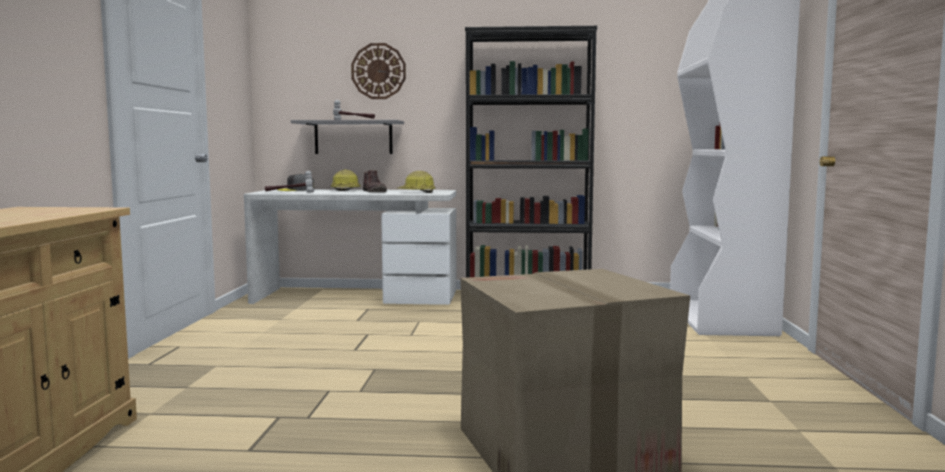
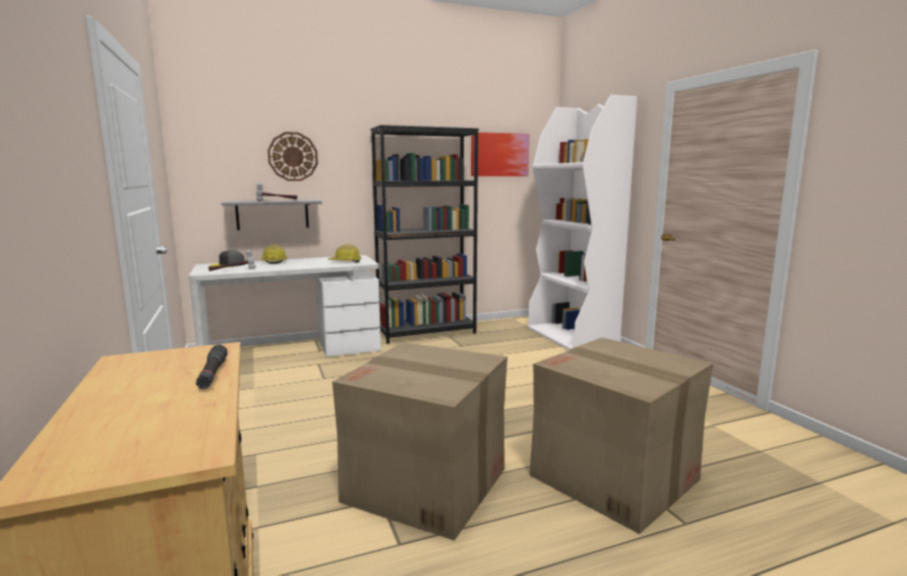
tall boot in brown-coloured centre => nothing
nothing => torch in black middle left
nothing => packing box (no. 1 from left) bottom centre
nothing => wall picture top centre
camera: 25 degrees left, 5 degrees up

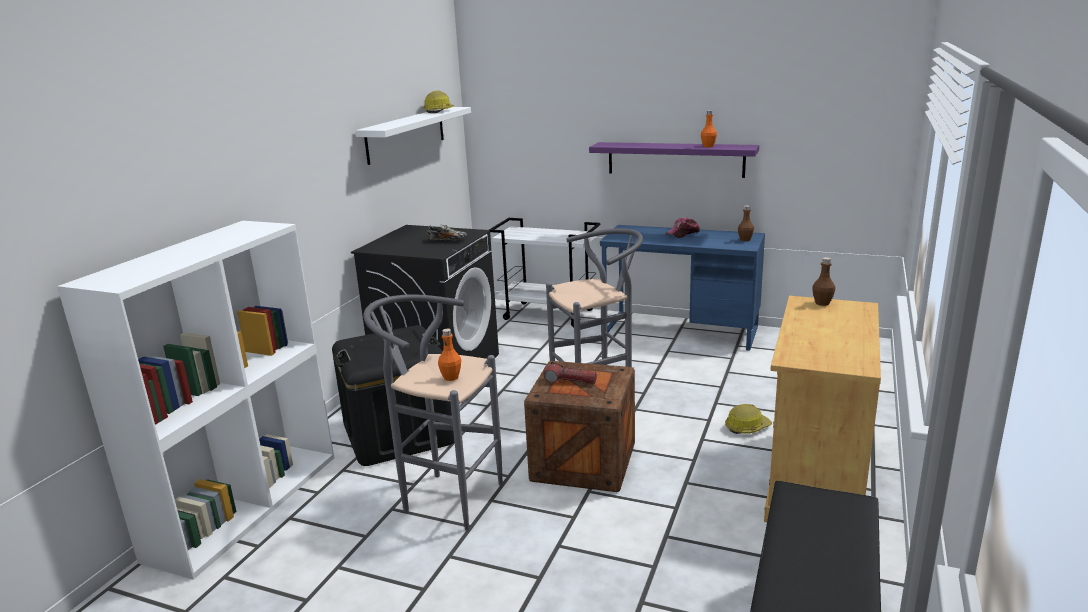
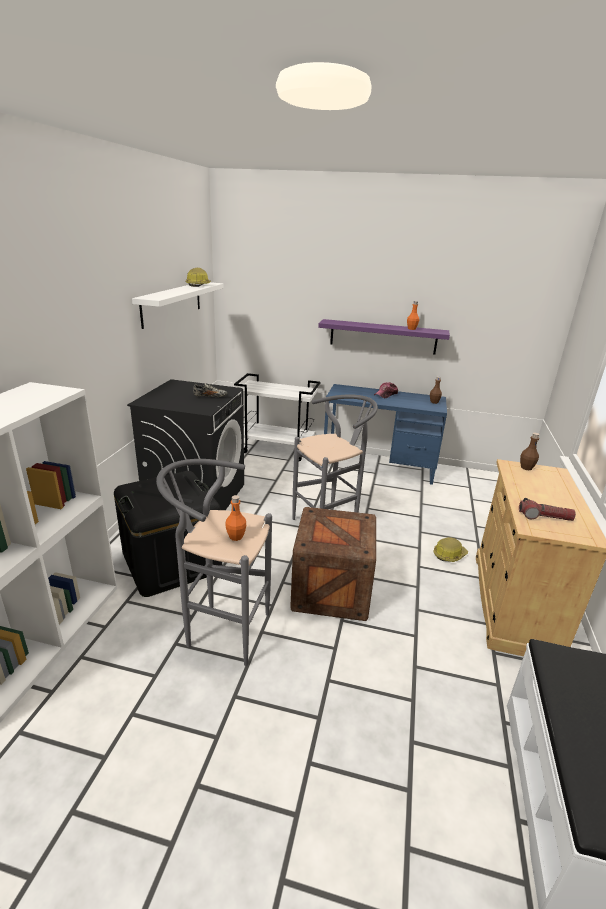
torch centre => torch middle right, relocated
camera: 10 degrees left, 5 degrees up

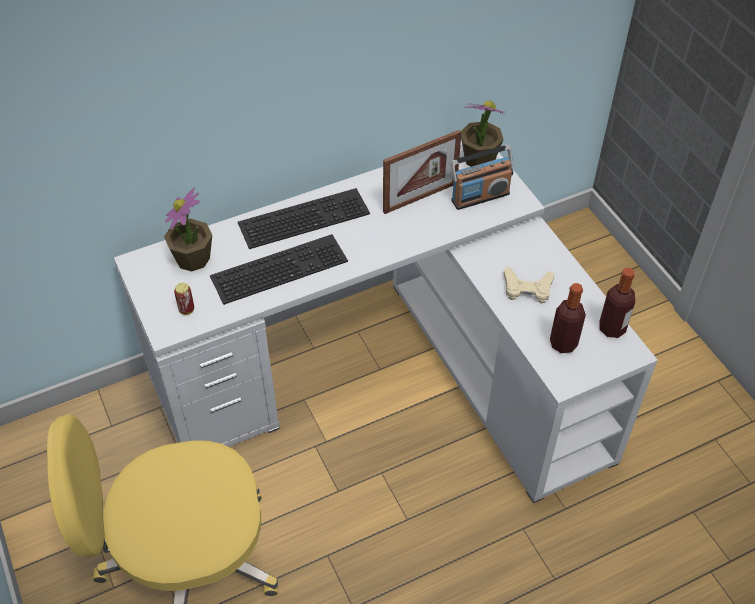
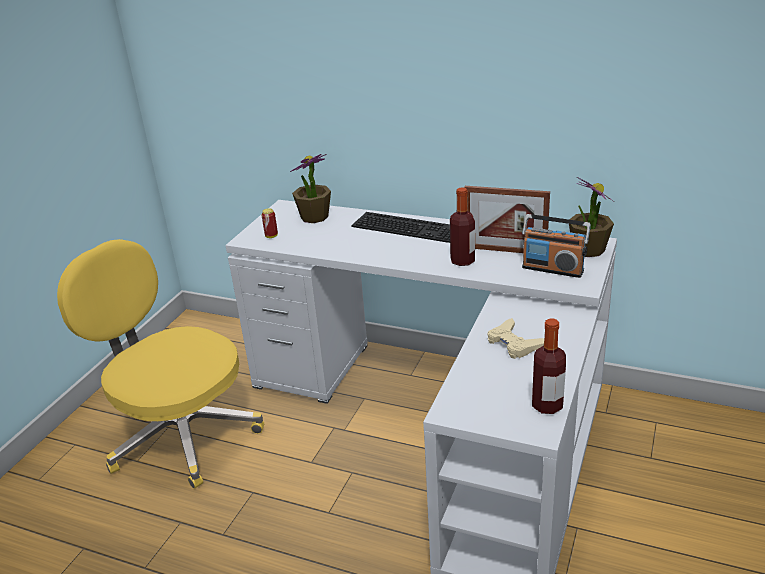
computer keyboard (no. 1 from left) centre => nothing
bottle (no. 1 from left) middle right => bottle (no. 1 from left) centre, relocated
camera: 50 degrees right, 20 degrees down

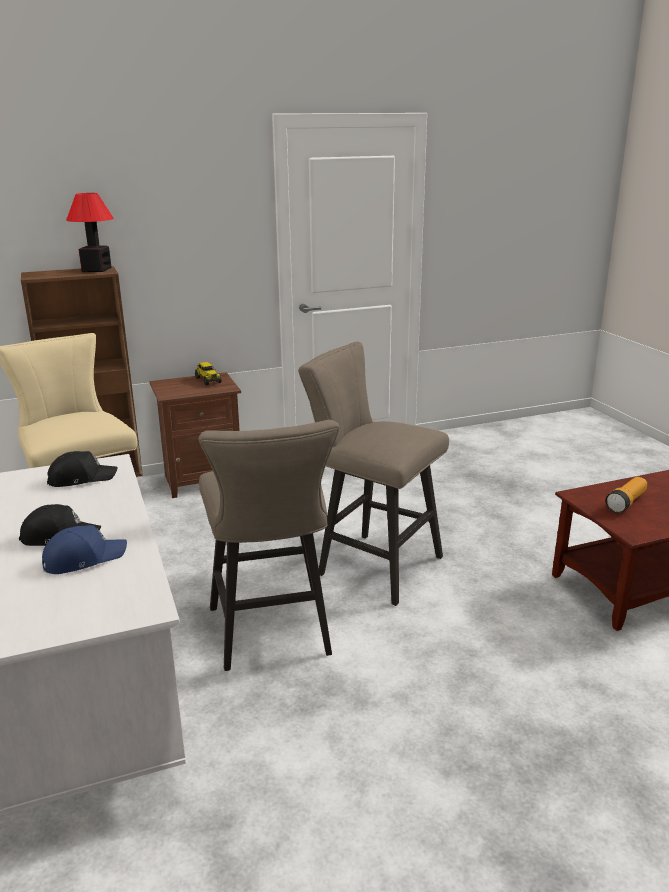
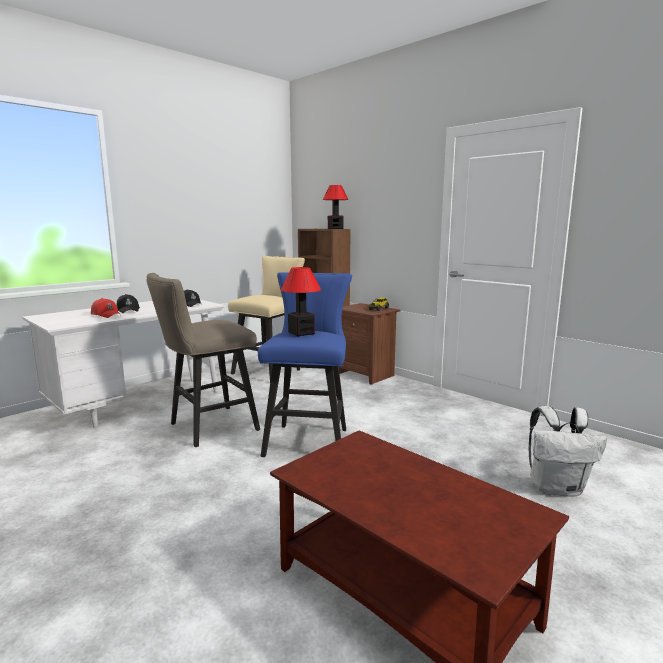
cap in blue-coloured middle left => cap in red middle left
sitting stool in beige (no. 3 from left) centre => sitting stool in blue-coloured centre
torch middle right => nothing
nothing => table lamp (no. 1 from left) centre
nothing => rucksack in white bottom right
camera: 65 degrees right, 10 degrees down

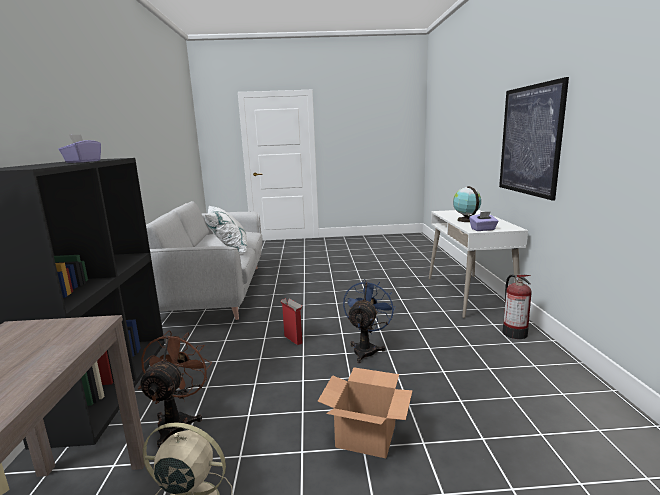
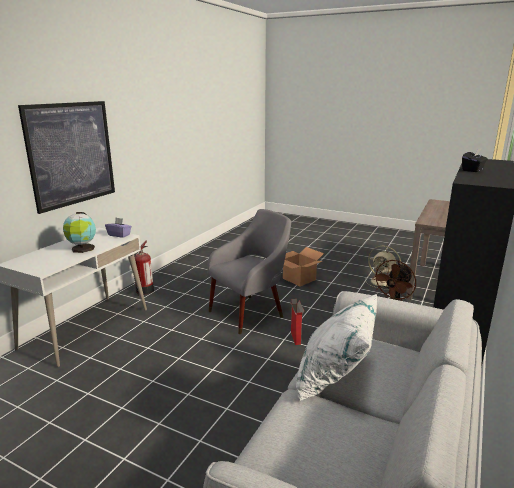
tissue box in purplish (no. 1 from left) top left => tissue box in black top right
cooling fan in blue-coloured centre => armchair in greyish centre
camera: 150 degrees left, 5 degrees up

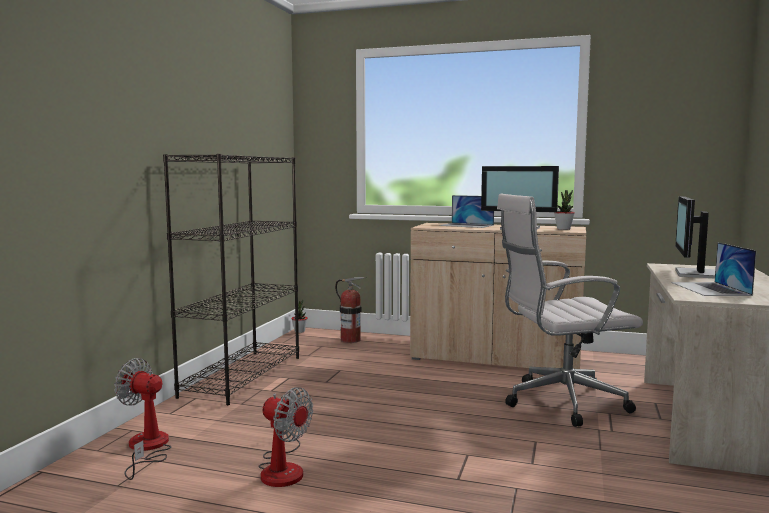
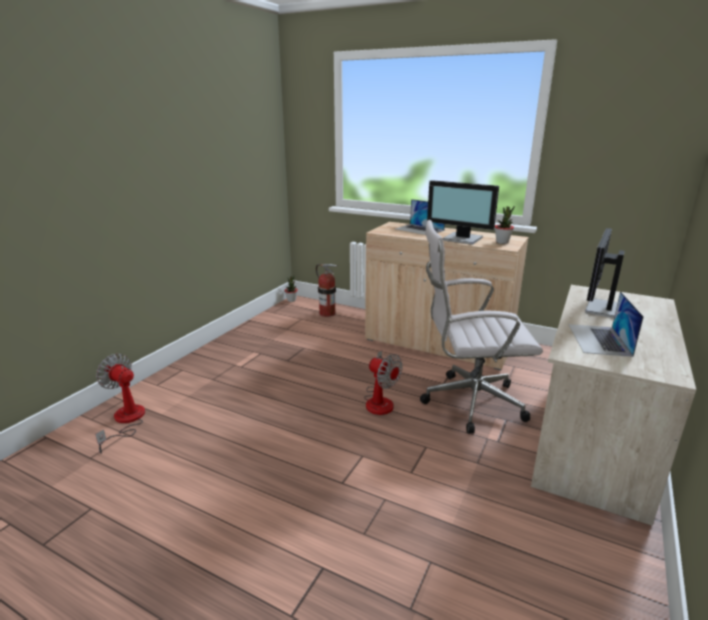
bookcase in black middle left => nothing
cooling fan (no. 2 from left) bottom centre => cooling fan (no. 2 from left) centre, relocated
camera: 10 degrees right, 15 degrees up

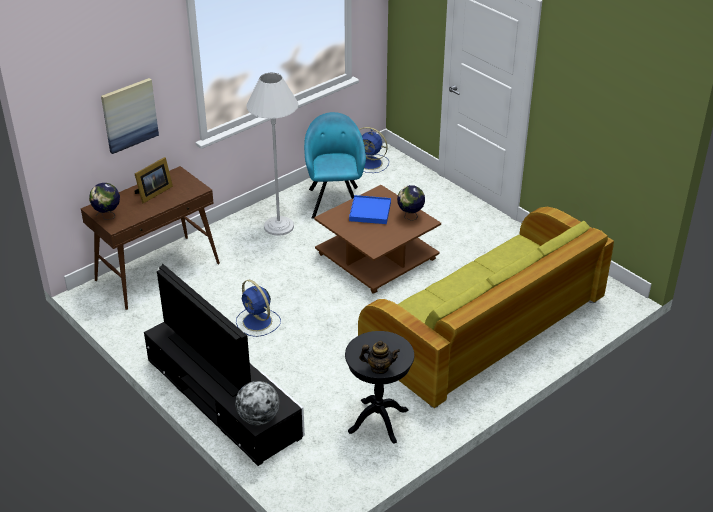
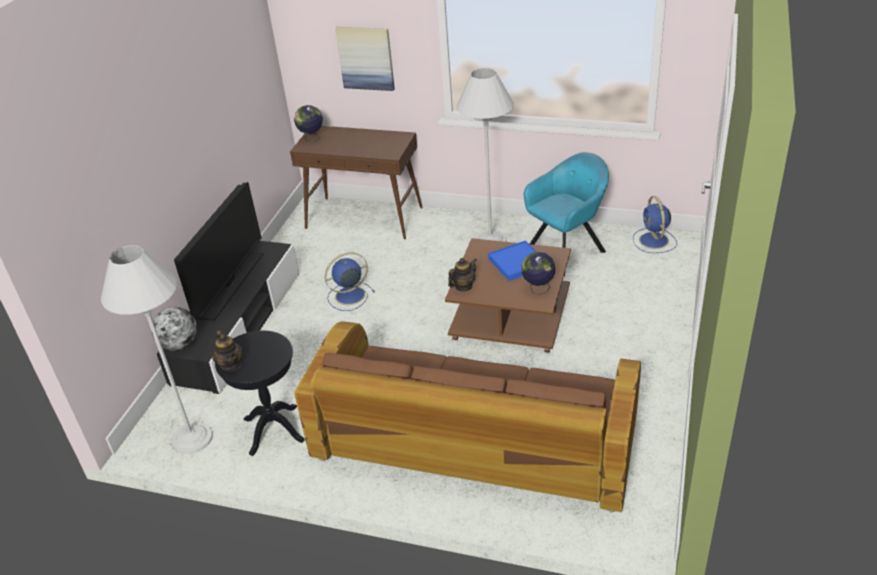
picture frame middle left => nothing
cooling fan in blue-coloured (no. 1 from left) centre, 45 degrees clockwise
settee in greenish middle right => settee in brown-coloured bottom centre
nothing => standing lamp in white (no. 1 from left) middle left
nothing => tea pot (no. 2 from left) centre
camera: 60 degrees right, 0 degrees up

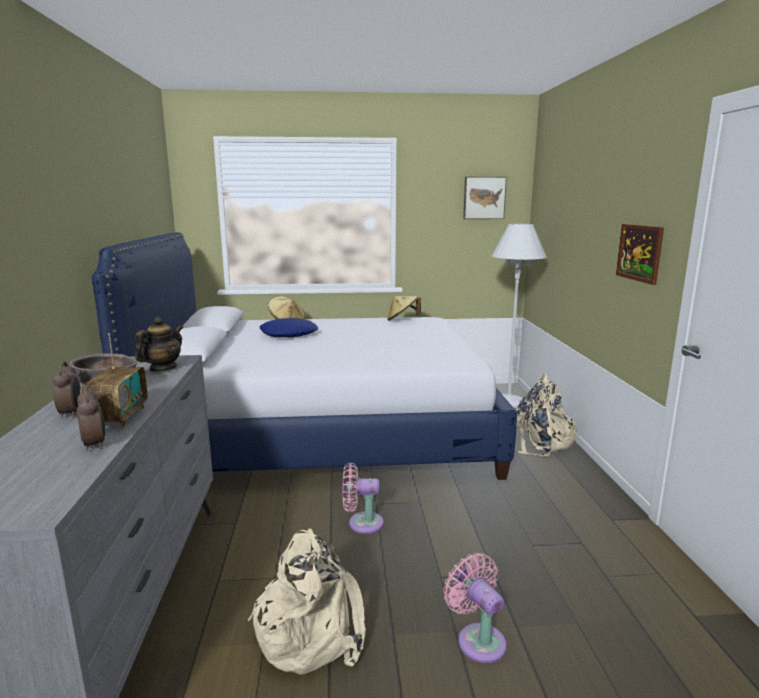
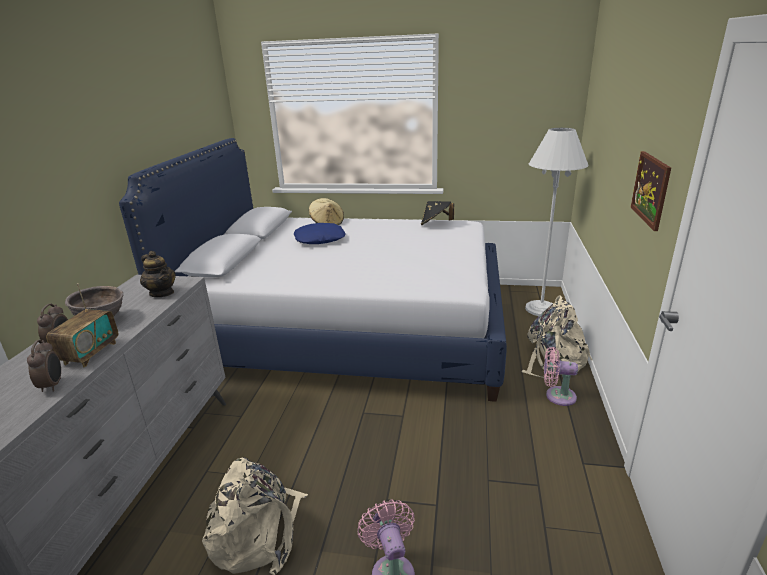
tea pot middle left, 90 degrees clockwise
cooling fan in pink-coloured (no. 1 from left in the first image) bottom centre => cooling fan in pink-coloured (no. 2 from left) middle right, relocated
hat in beige (no. 2 from left) centre => hat in black centre
wall picture (no. 1 from left) top centre => nothing
camera: 15 degrees right, 10 degrees up

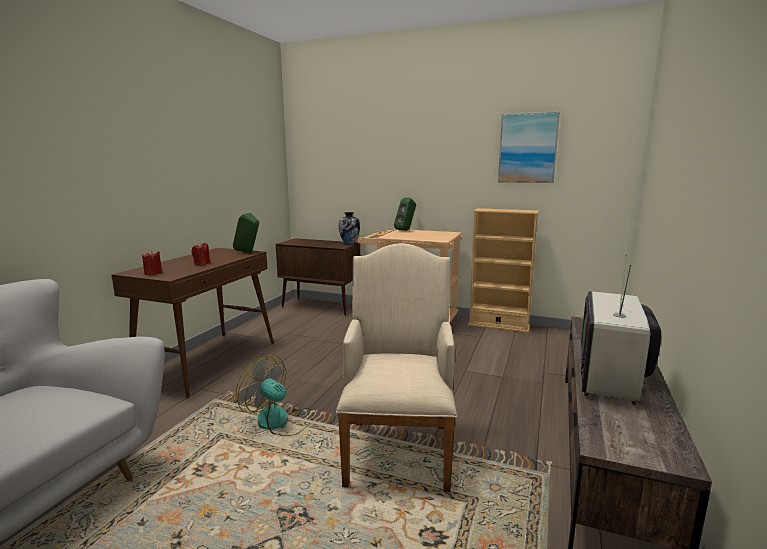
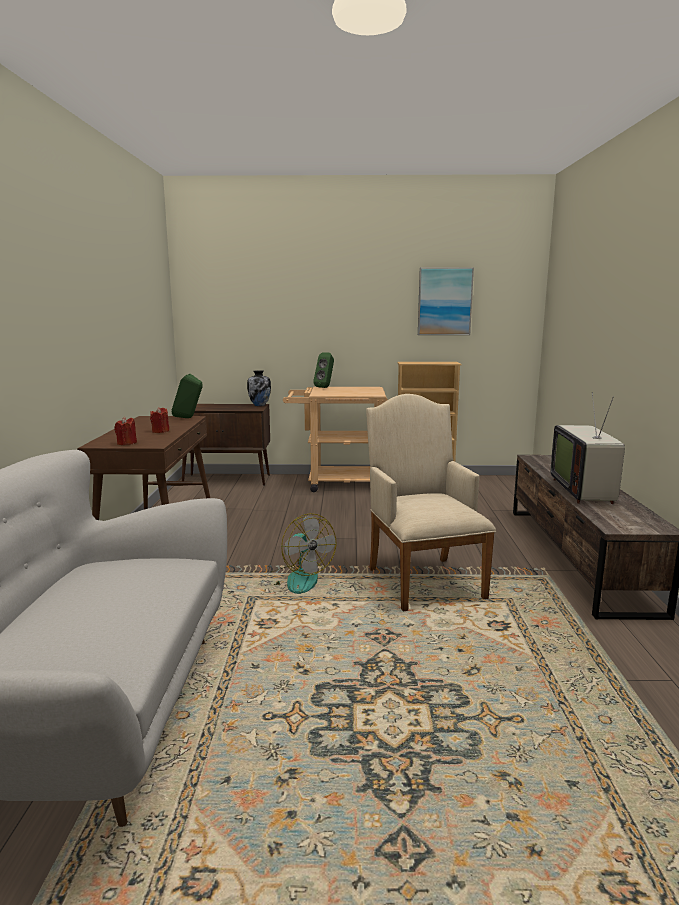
cooling fan bottom centre => cooling fan centre, 135 degrees counterclockwise
camera: 20 degrees left, 0 degrees up

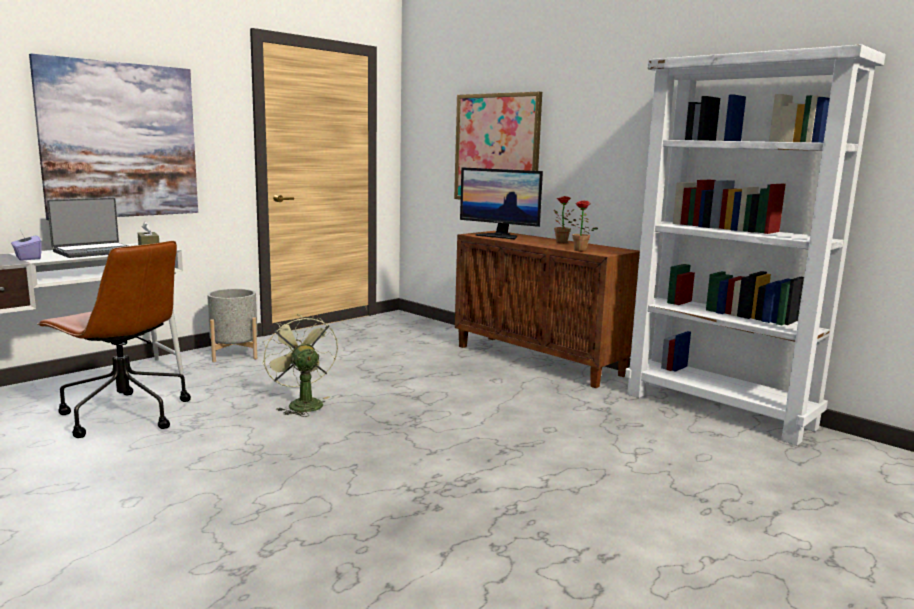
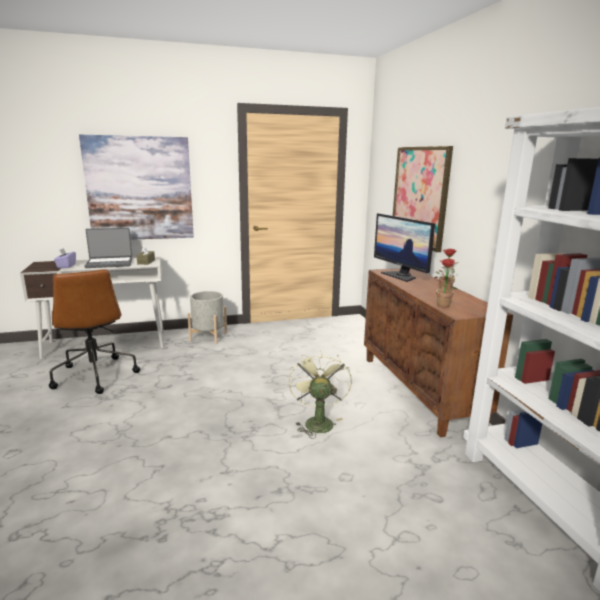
cooling fan in greenish middle left => cooling fan in greenish centre, relocated
camera: 30 degrees right, 5 degrees up

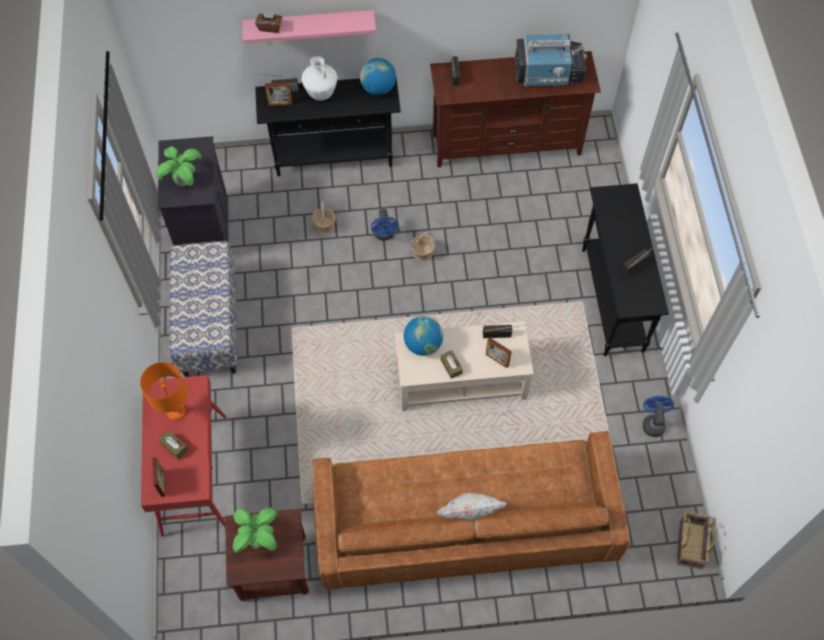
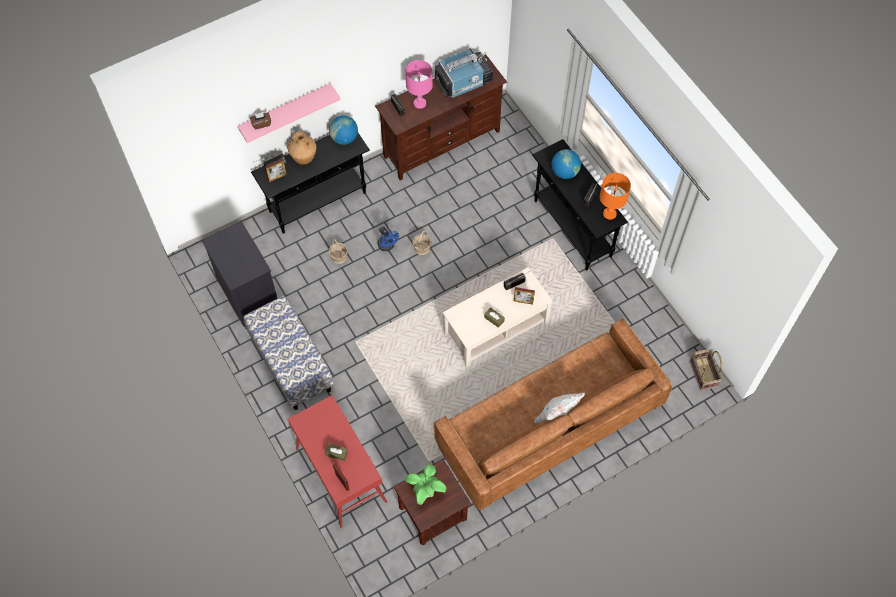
table lamp in orangey middle left => table lamp in orangey top right, relocated
houseplant (no. 1 from left) top left => nothing
flower vase in white top centre => flower vase in brown-coloured top centre
desk globe (no. 2 from left) centre => desk globe (no. 2 from left) top centre, relocated
cooling fan in blue-coloured (no. 2 from left) middle right => nothing
nothing => table lamp in pink-coloured top centre
camera: 25 degrees left, 0 degrees up

